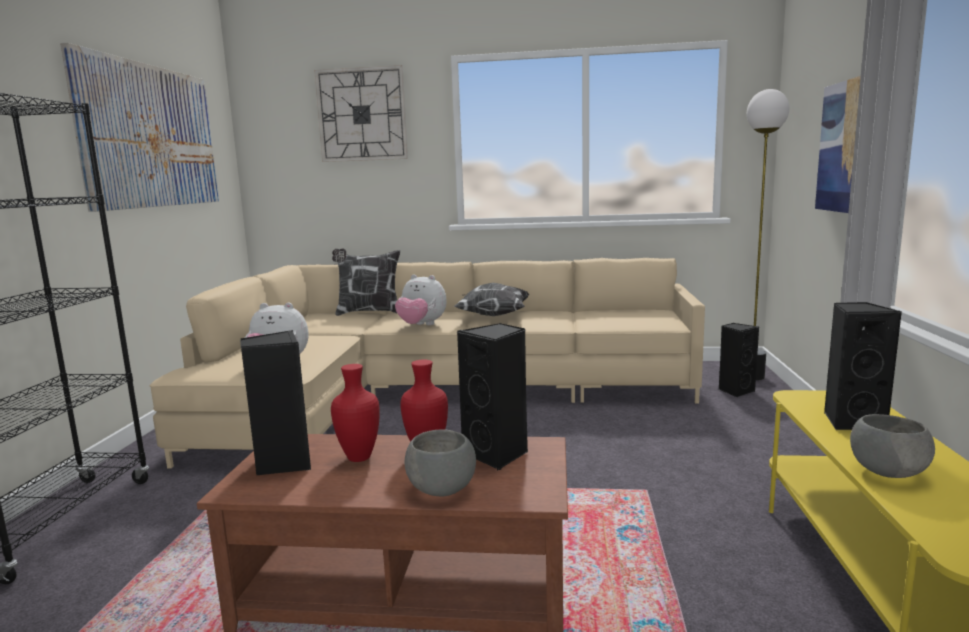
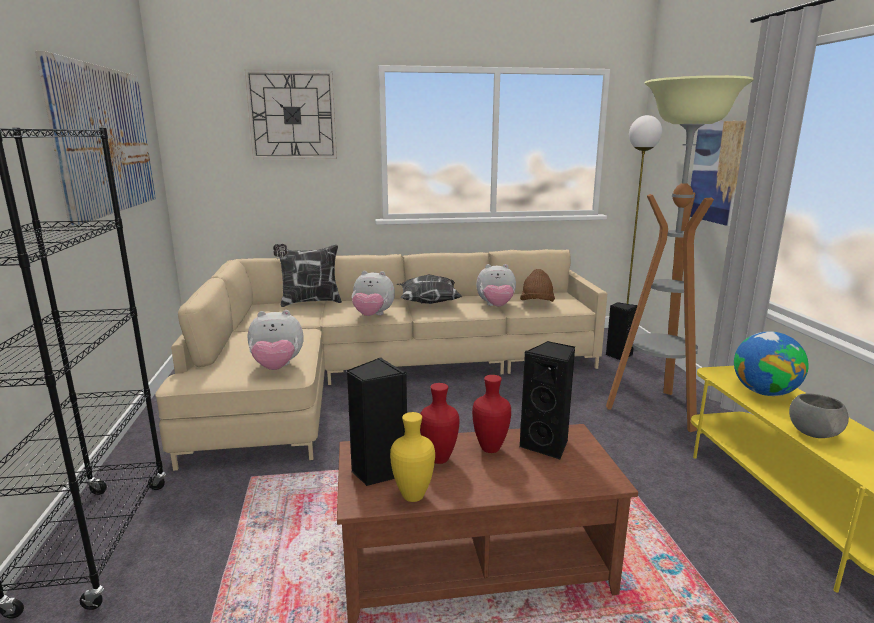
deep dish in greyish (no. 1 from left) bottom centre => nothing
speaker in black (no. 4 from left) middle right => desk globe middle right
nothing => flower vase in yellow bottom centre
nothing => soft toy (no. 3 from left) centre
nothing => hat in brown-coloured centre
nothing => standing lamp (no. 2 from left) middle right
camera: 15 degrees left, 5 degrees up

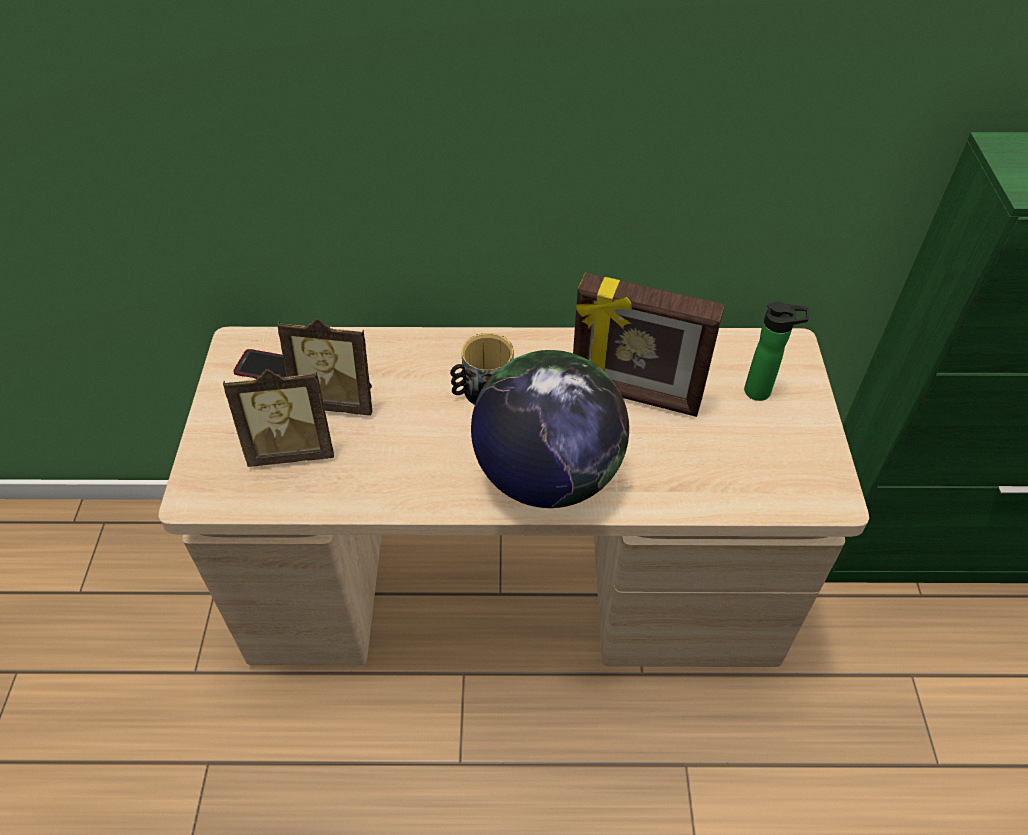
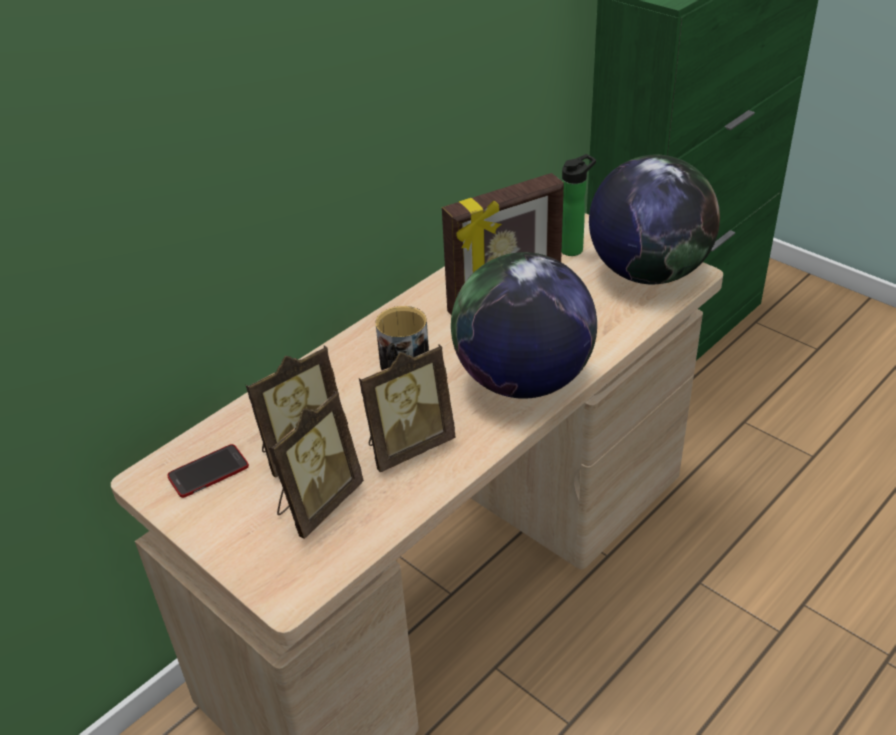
nothing => picture frame (no. 3 from left) centre
nothing => desk globe (no. 2 from left) top right
camera: 45 degrees left, 10 degrees down

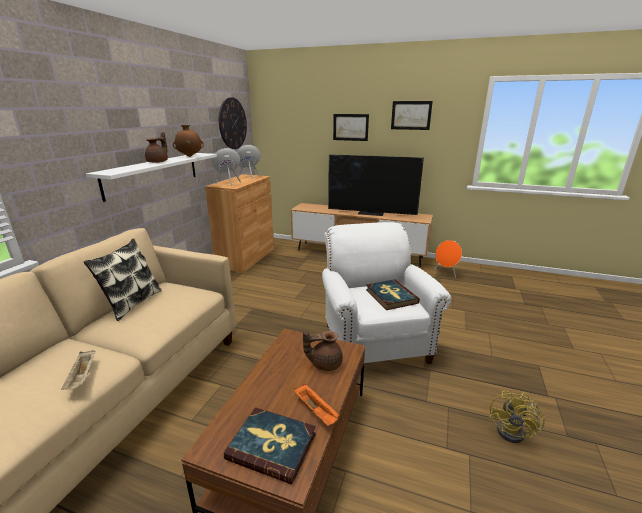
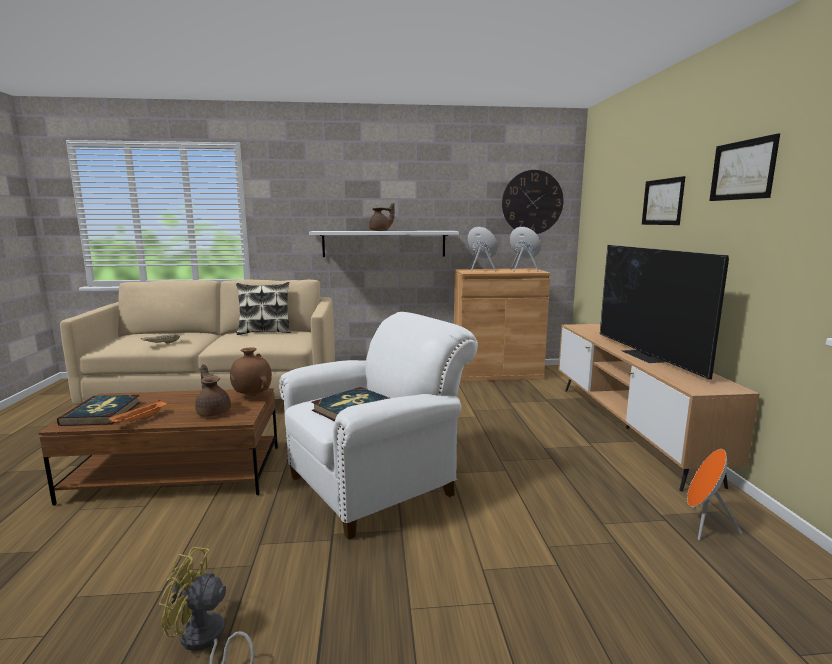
flower vase in brown-coloured top left => flower vase in brown-coloured middle left, relocated
camera: 65 degrees right, 10 degrees down

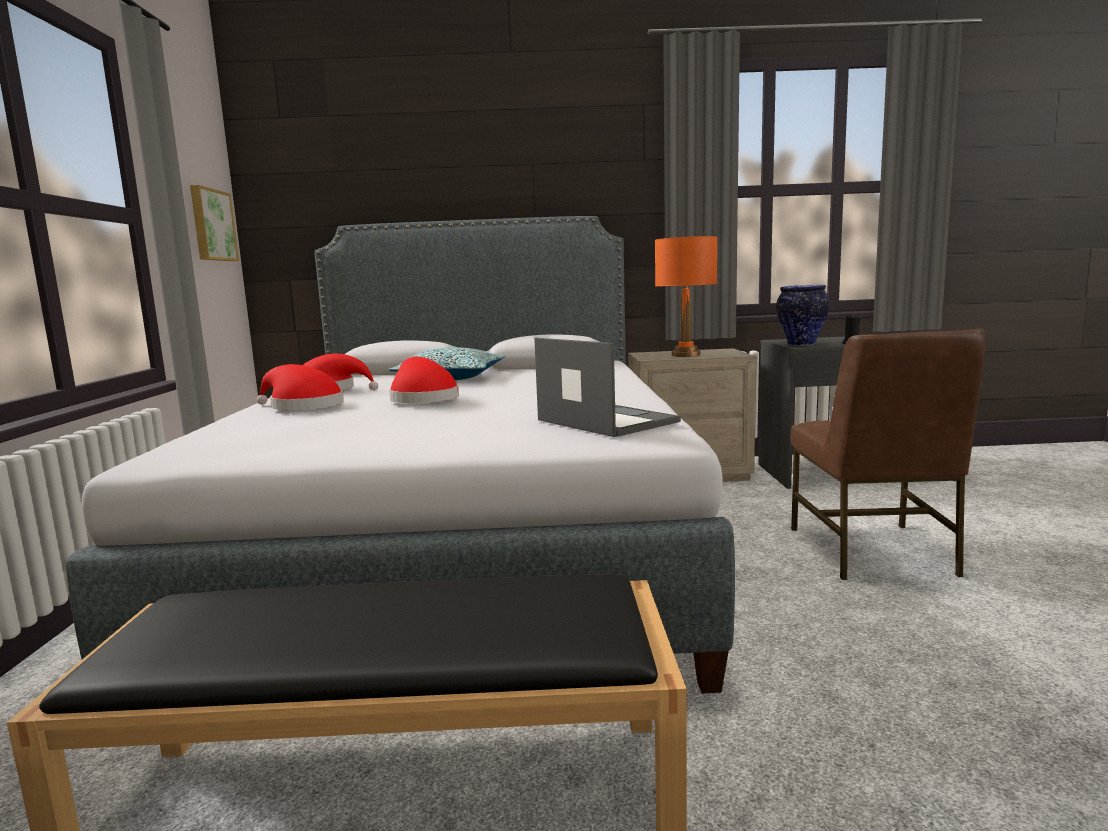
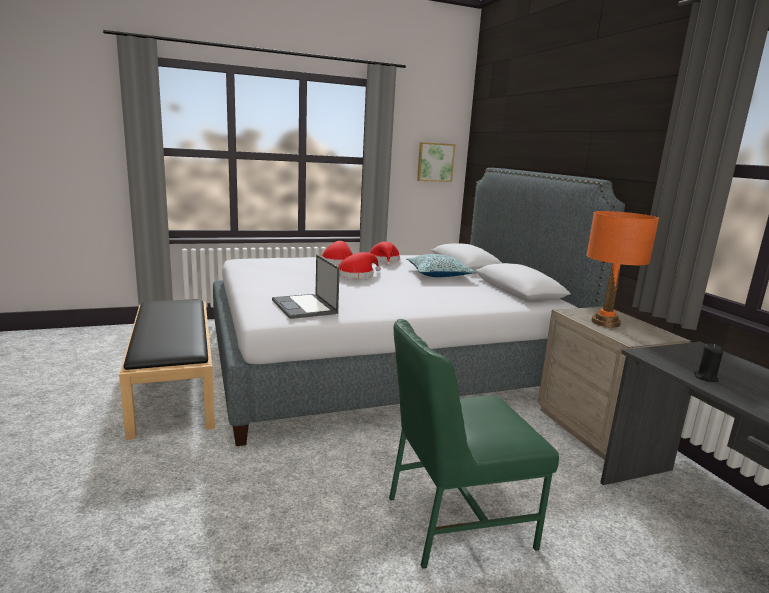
portable computer centre, 120 degrees clockwise
flower vase middle right => nothing
upright chair in brown-coloured middle right => upright chair in greenish bottom centre
camera: 70 degrees right, 5 degrees up

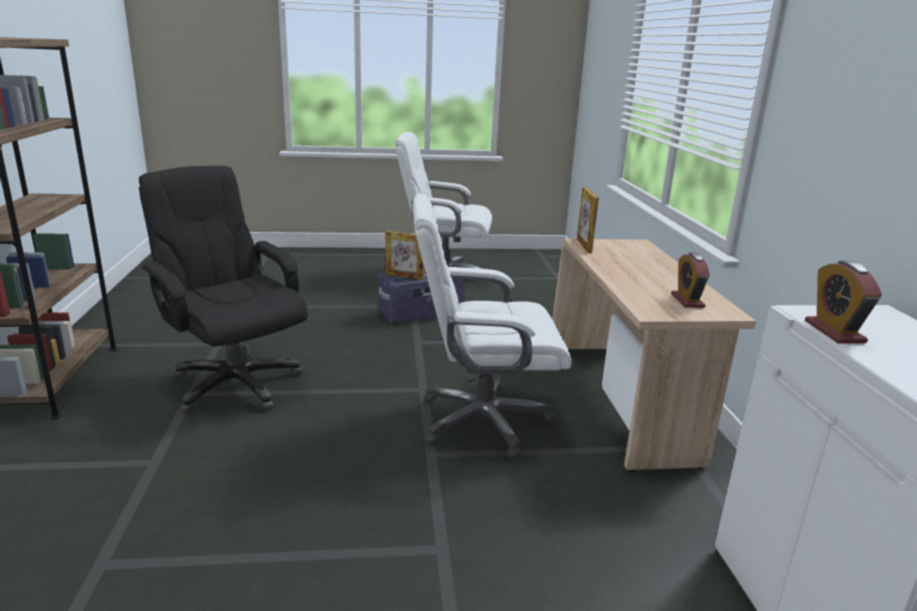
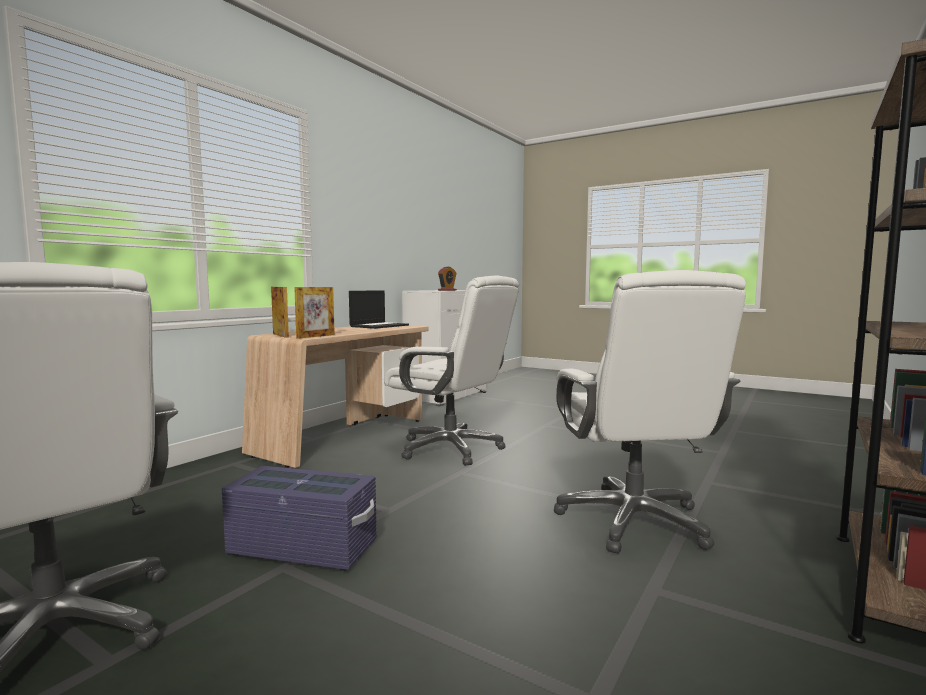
desk chair in black middle left => desk chair in white (no. 3 from left) middle right
picture frame (no. 1 from left) centre => picture frame (no. 1 from left) middle left, relocated
alarm clock (no. 1 from left) middle right => portable computer centre
camera: 140 degrees left, 15 degrees down

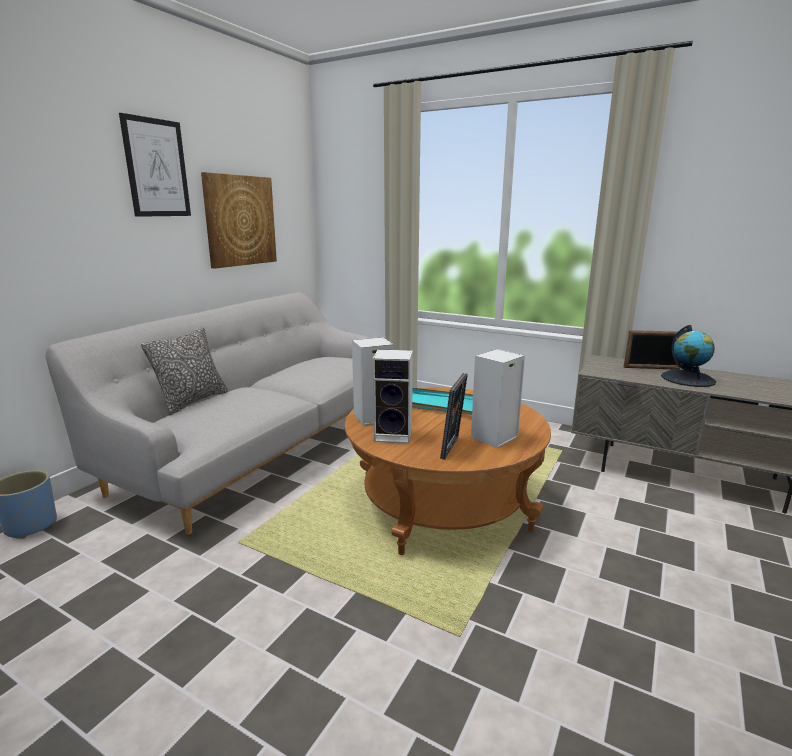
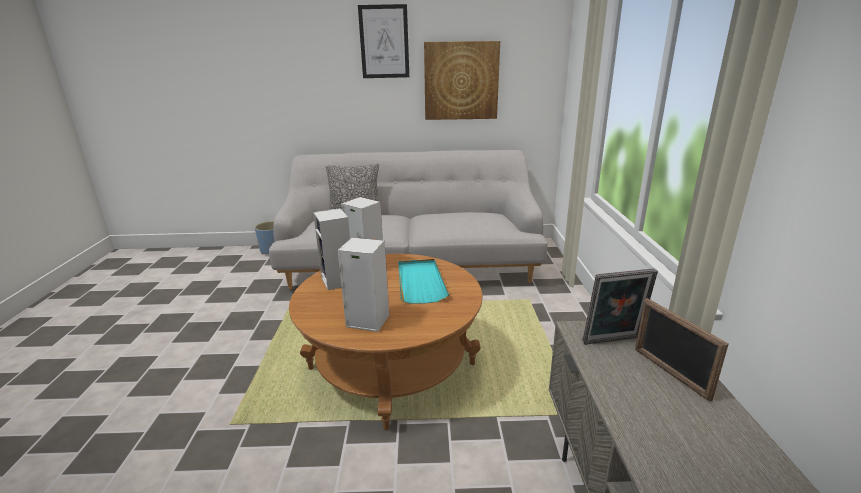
picture frame (no. 1 from left) centre => picture frame (no. 1 from left) middle right, relocated
desk globe middle right => nothing
camera: 60 degrees right, 5 degrees up

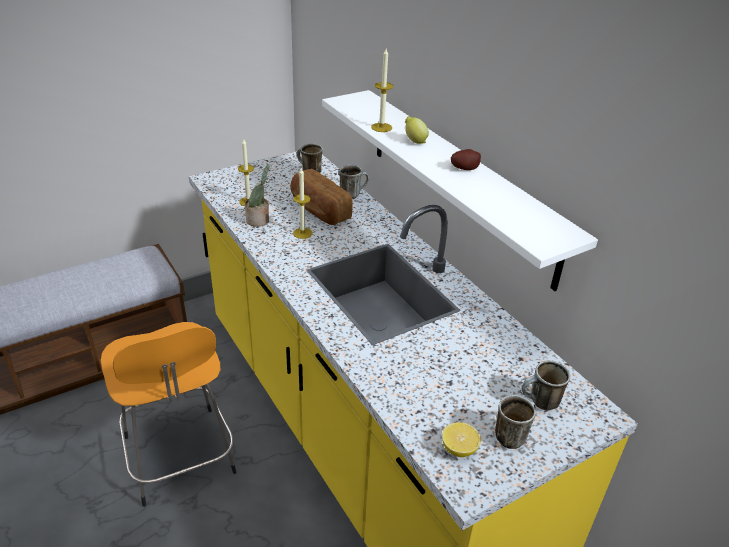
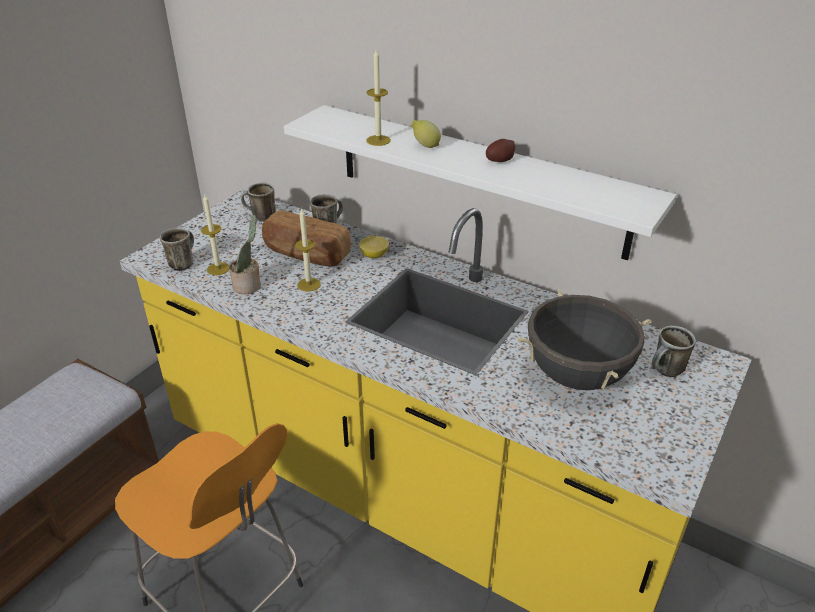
citrus fruit (no. 2 from left in the first image) bottom centre => citrus fruit (no. 1 from left) centre, relocated
mug (no. 3 from left in the first image) bottom right => mug (no. 1 from left) middle left, relocated
nothing => stockpot in black middle right
camera: 25 degrees left, 0 degrees up

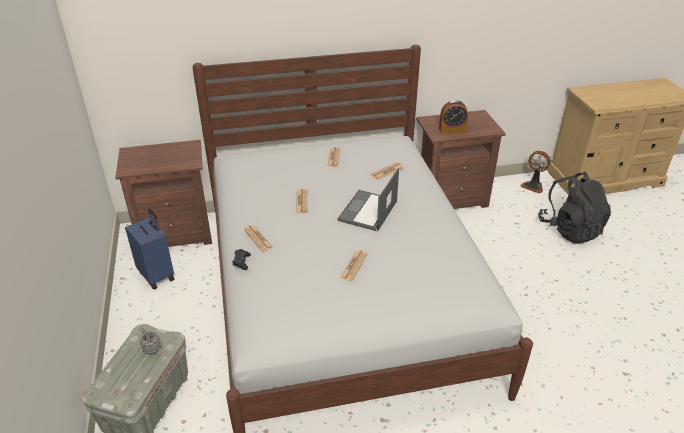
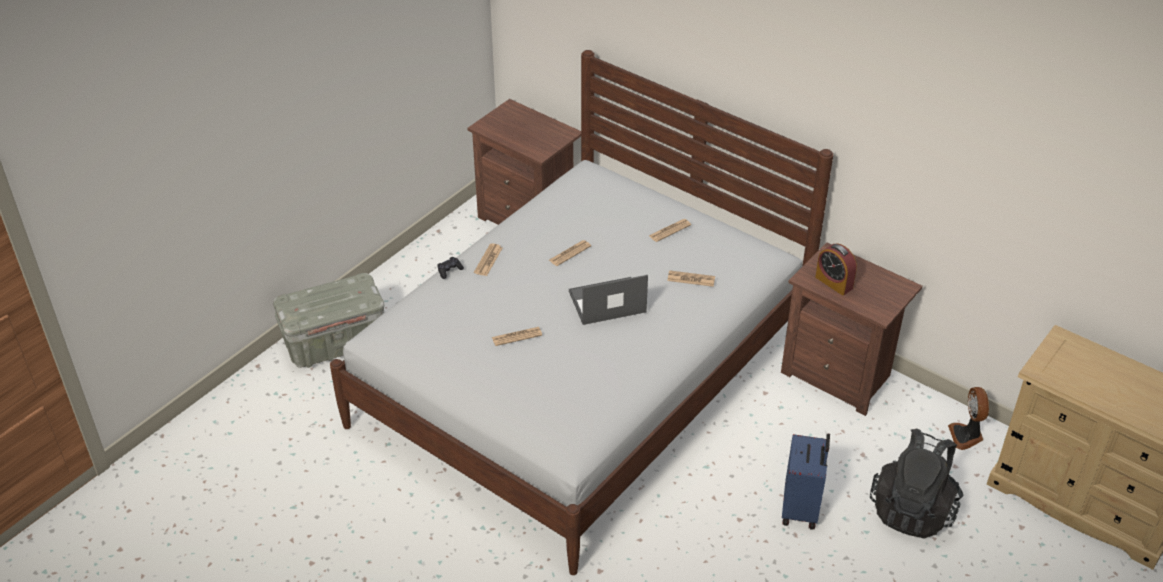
suitcase in blue-coloured middle left => suitcase in blue-coloured bottom right, relocated
mug in greyish bottom left => nothing
camera: 50 degrees right, 5 degrees up

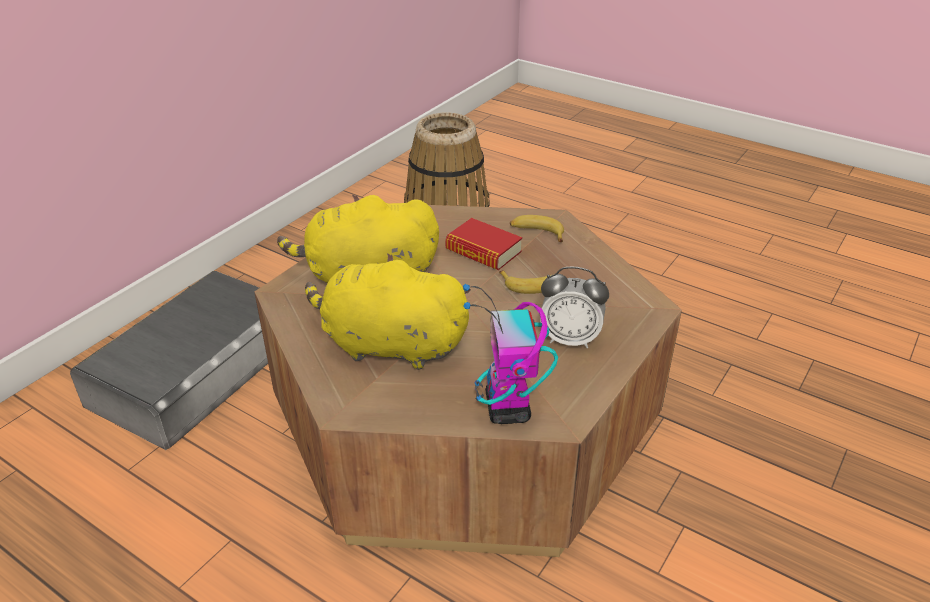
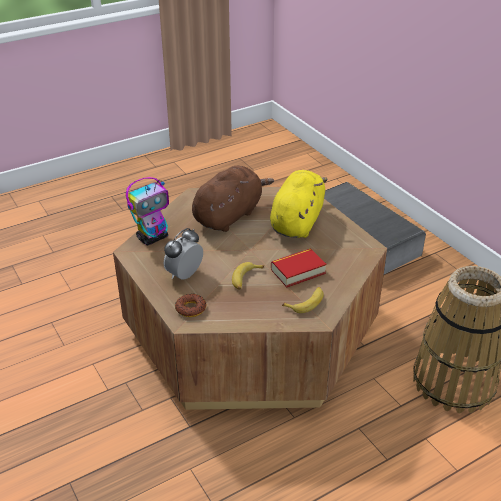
soft toy in yellow (no. 2 from left) centre => soft toy in brown-coloured centre
model robot centre => model robot middle left, 120 degrees clockwise
nothing => doughnut centre
camera: 115 degrees right, 0 degrees up

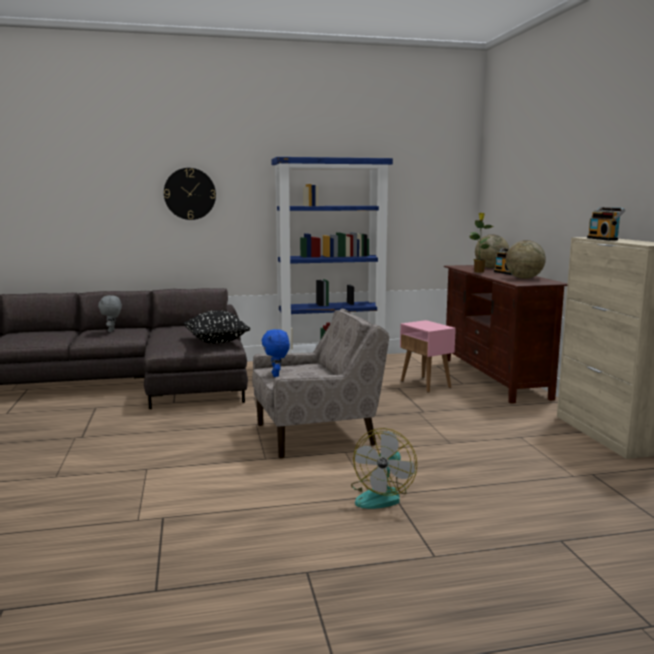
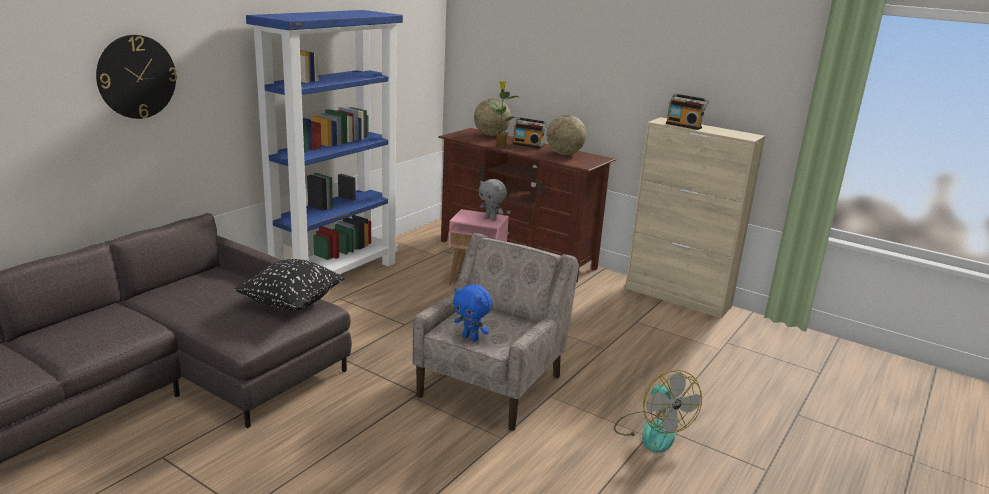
soft toy in greyish middle left => soft toy in greyish centre, relocated
camera: 45 degrees left, 10 degrees up

